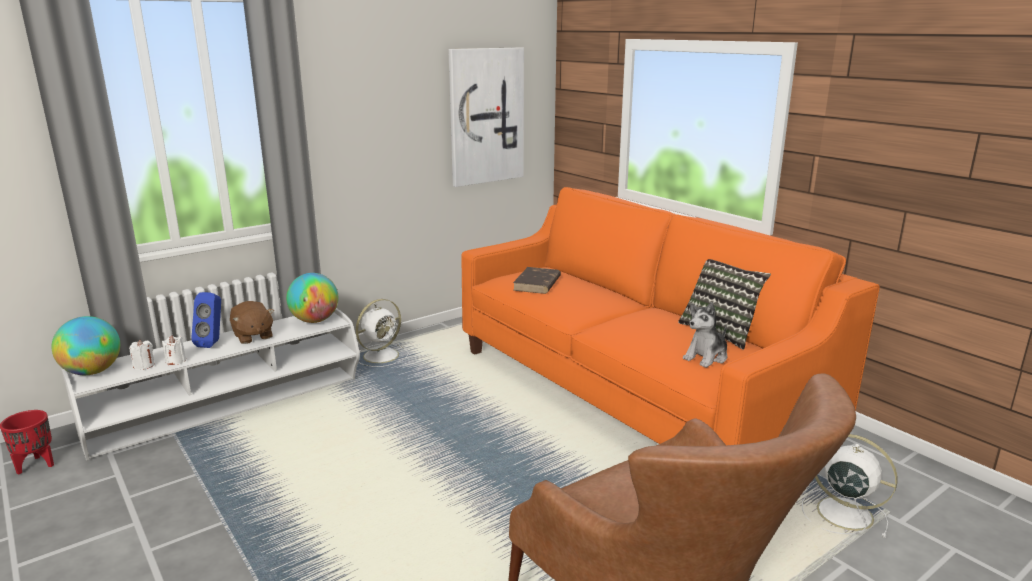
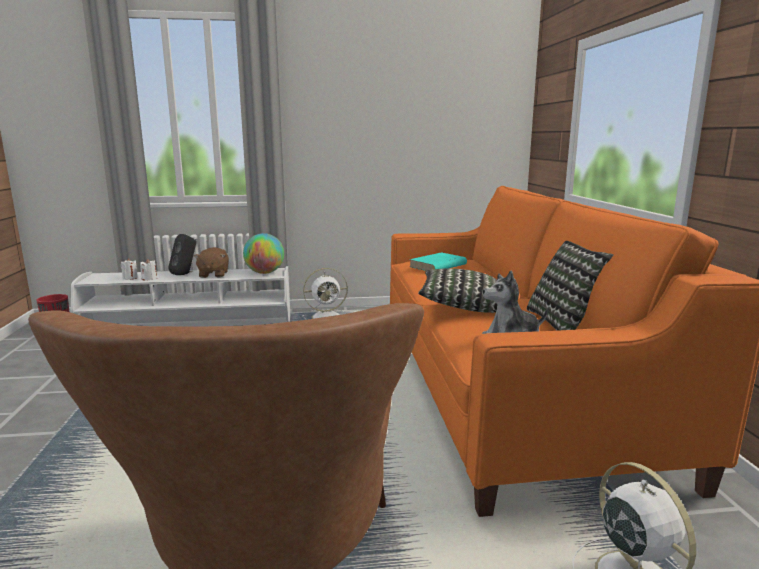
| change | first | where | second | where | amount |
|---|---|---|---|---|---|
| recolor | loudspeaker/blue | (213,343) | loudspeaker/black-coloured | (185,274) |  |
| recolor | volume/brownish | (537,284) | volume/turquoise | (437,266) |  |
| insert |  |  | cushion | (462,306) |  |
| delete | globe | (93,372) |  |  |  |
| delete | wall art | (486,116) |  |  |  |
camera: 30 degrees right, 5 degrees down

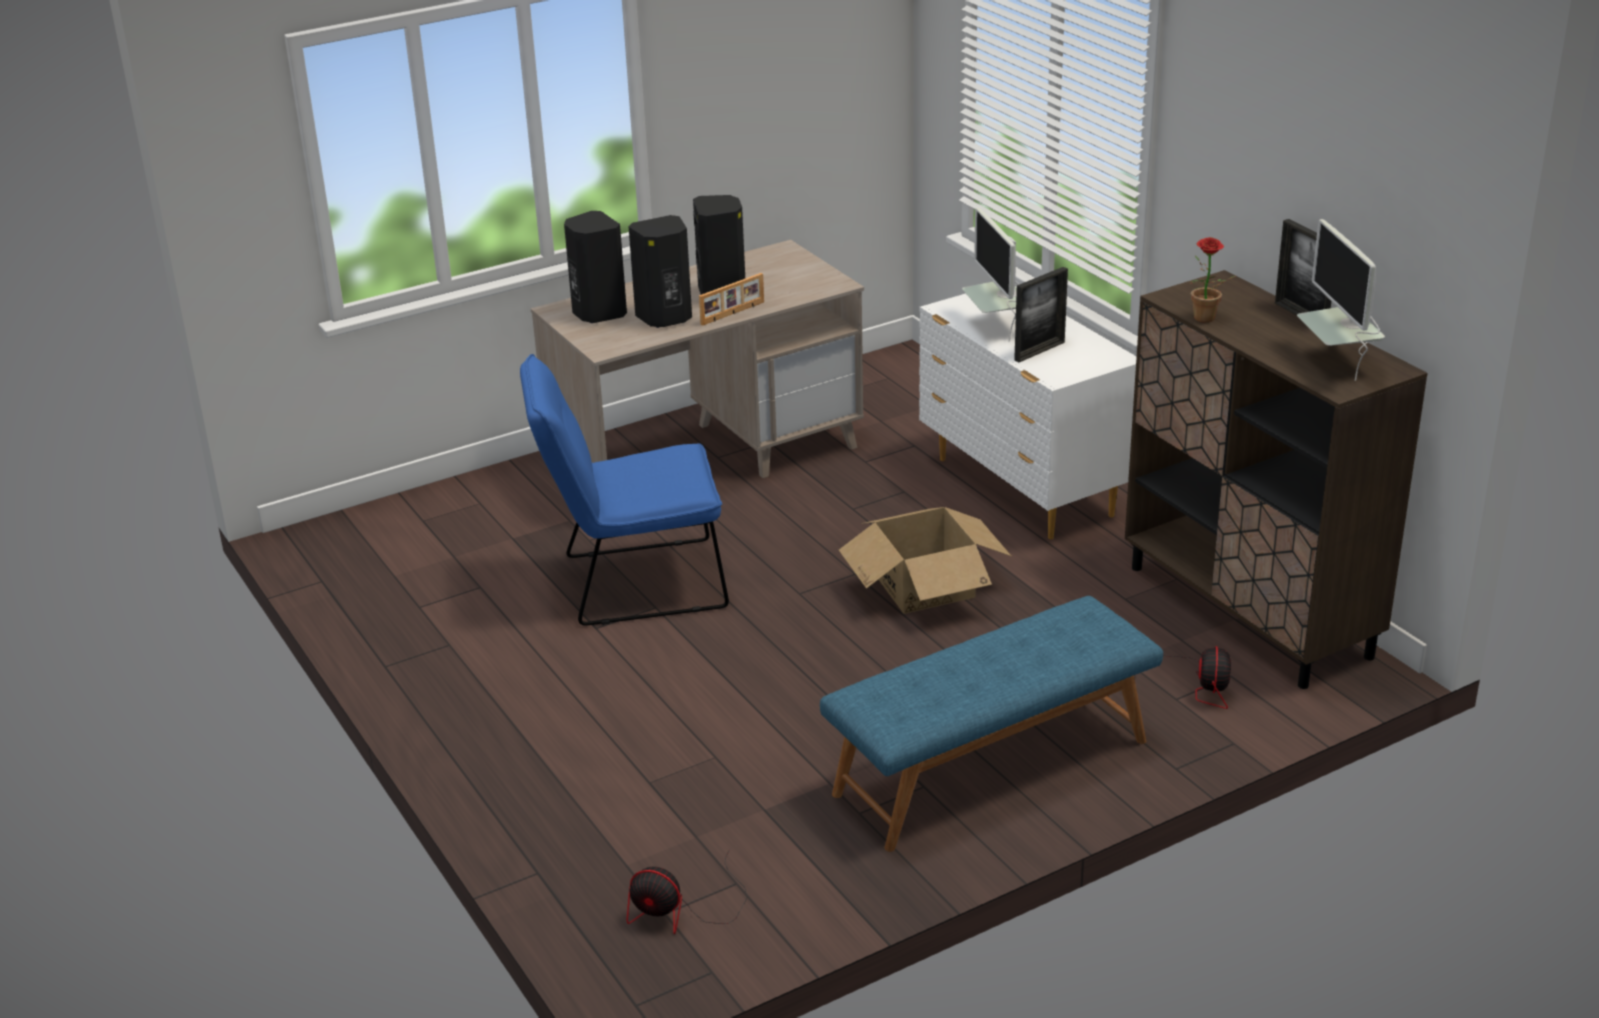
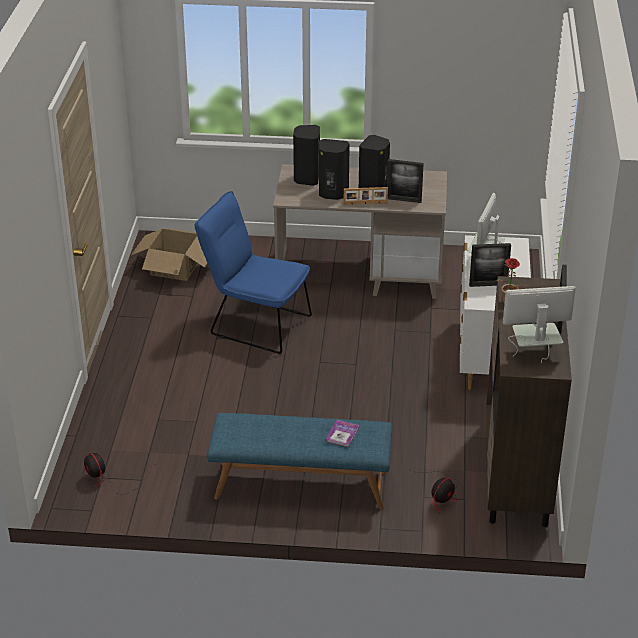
| change | first | where | second | where | amount |
|---|---|---|---|---|---|
| move | cardboard box | (924,586) |  | (175,267) |  |
| insert |  |  | volume | (342,434) |  |
| insert |  |  | picture frame | (404,200) |  |
| rotate | computer display | (1338,363) |  | (534,355) | 60 degrees clockwise |
camera: 35 degrees right, 5 degrees up

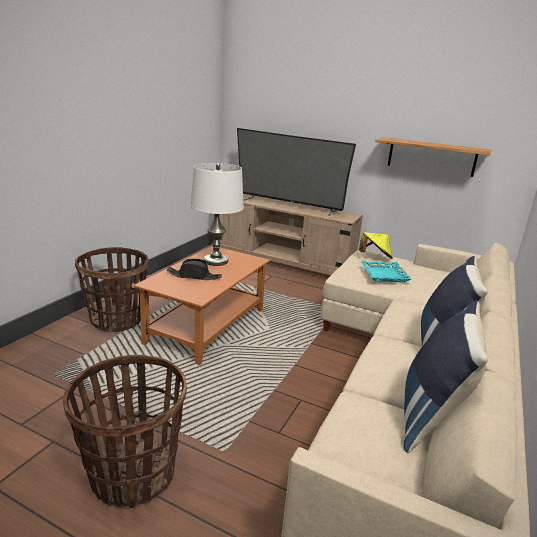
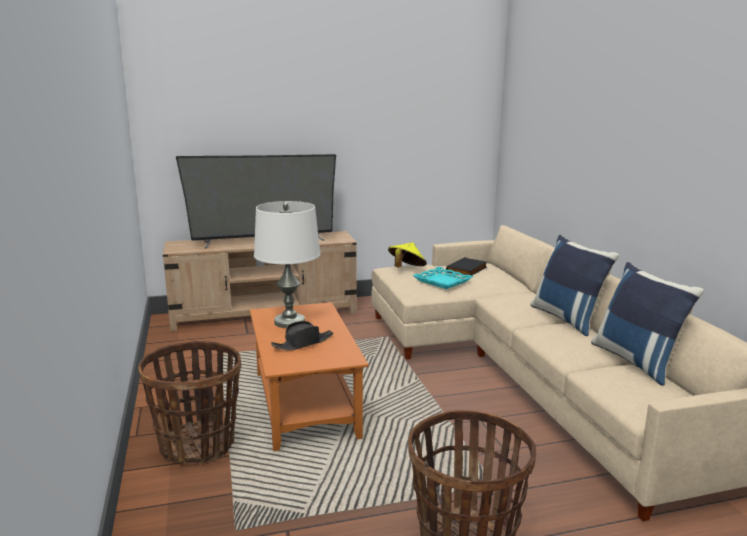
| change | first | where | second | where | amount |
|---|---|---|---|---|---|
| insert |  |  | volume/black-coloured | (467,270) |  |
| delete | bracket shelf | (431,157) |  |  |  |
camera: 40 degrees left, 5 degrees down

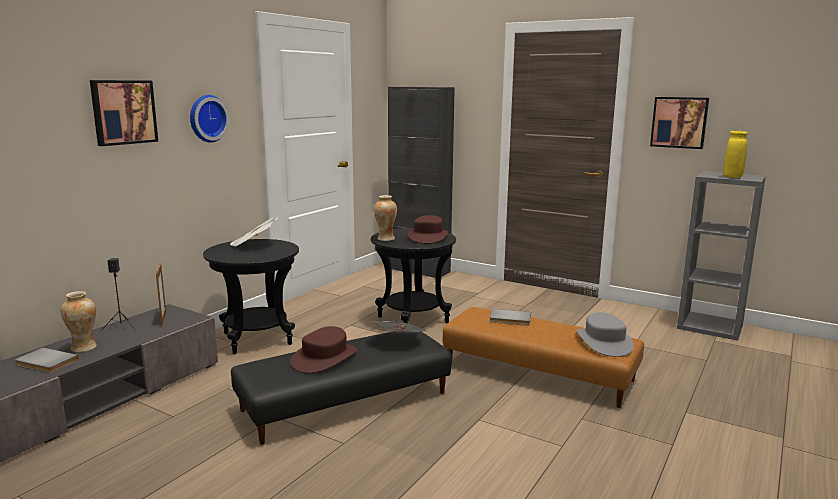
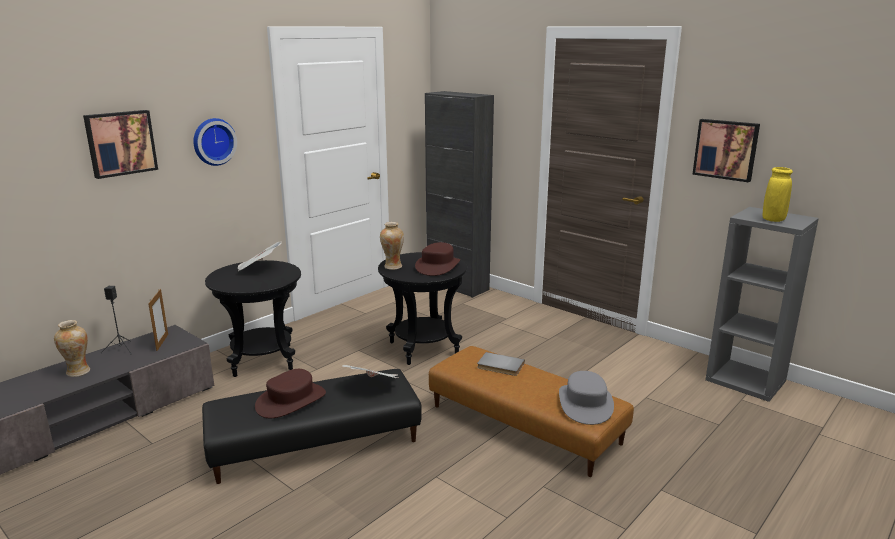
| change | first | where | second | where | amount |
|---|---|---|---|---|---|
| delete | volume/gray | (45,363) |  |  |  |
camera: 10 degrees right, 5 degrees up

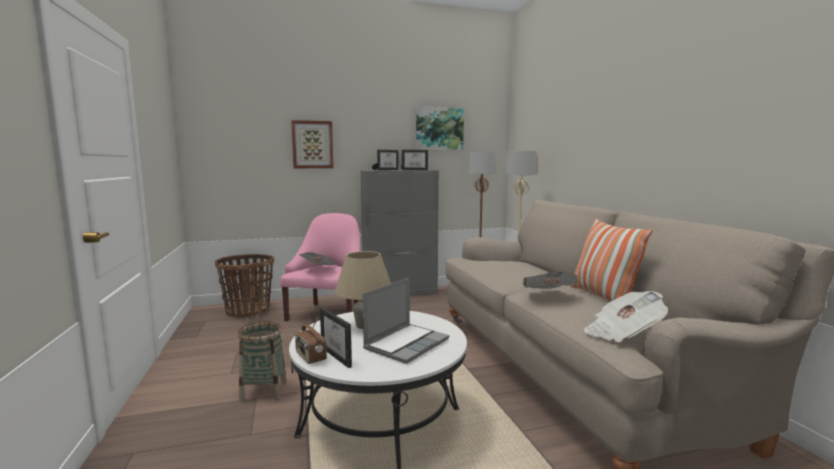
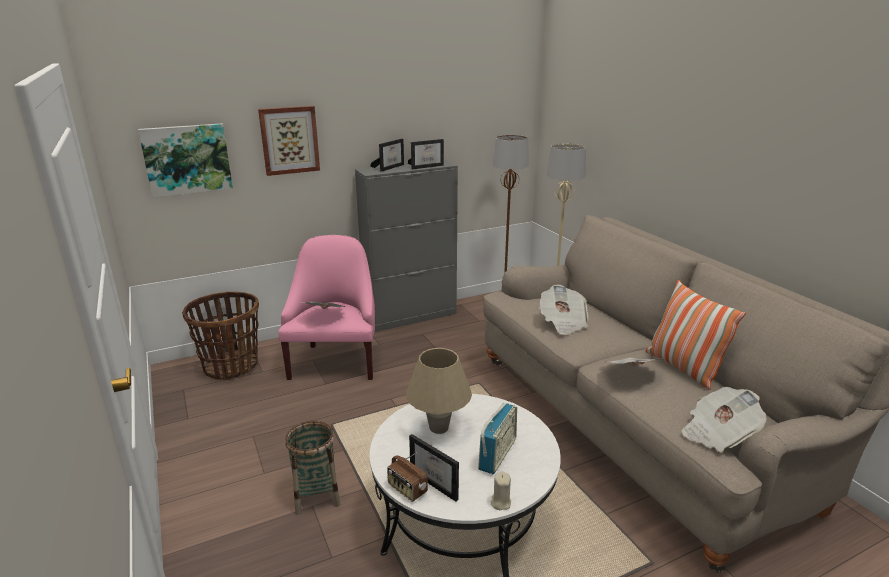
| change | first | where | second | where | amount |
|---|---|---|---|---|---|
| move | wall art | (439,129) |  | (187,159) |  |
| replace | notebook computer | (406,344) | radio set | (497,454) |  |
| insert |  |  | wax candle/beige-coloured | (500,502) |  |
| insert |  |  | printed paper | (562,322) |  |
camera: 10 degrees left, 15 degrees up

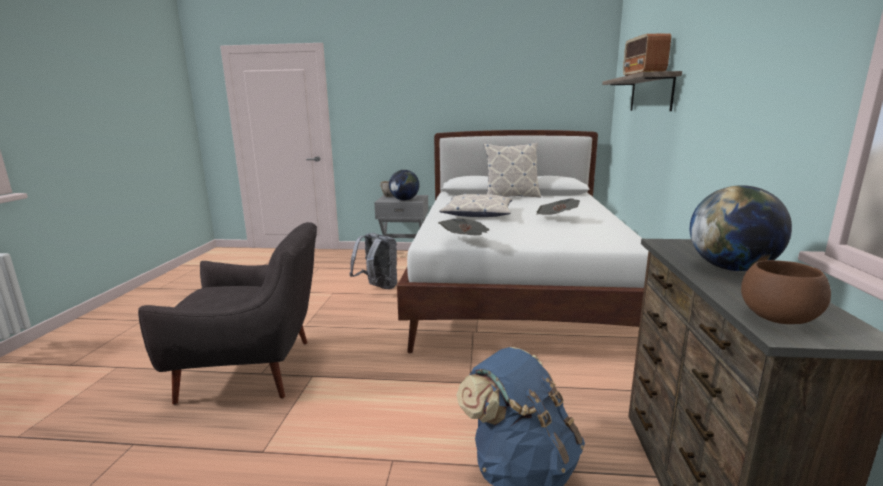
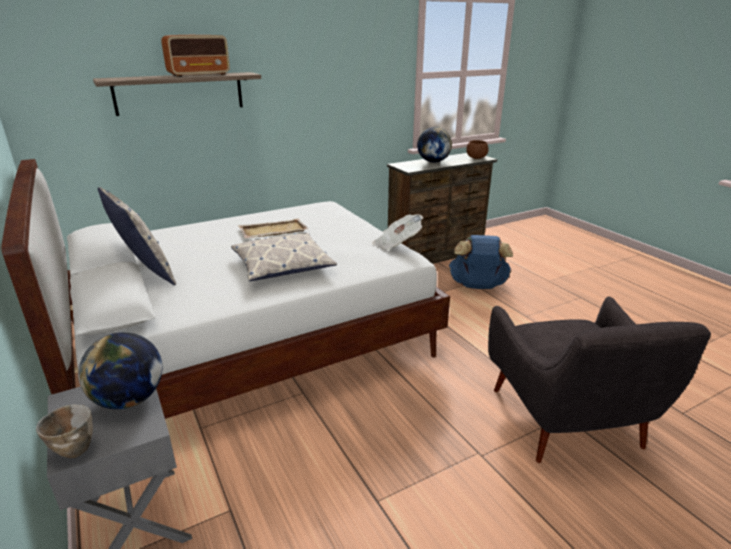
| change | first | where | second | where | amount |
|---|---|---|---|---|---|
| replace | printed paper | (556,219) | serving tray/beige-coloured | (272,230) |  |
| rotate | lounge chair/gray | (255,370) |  | (568,423) | 150 degrees counterclockwise |
| delete | backpack/gray | (377,288) |  |  |  |
camera: 125 degrees left, 10 degrees up

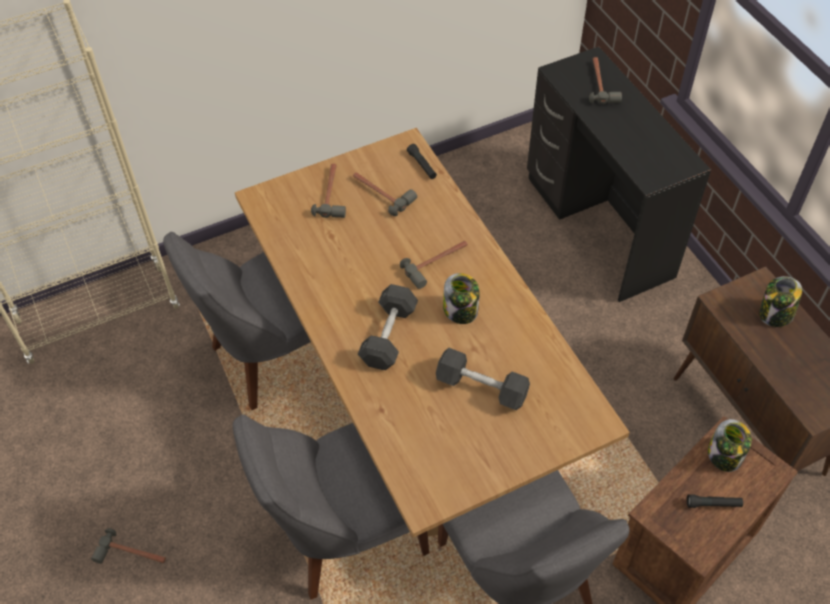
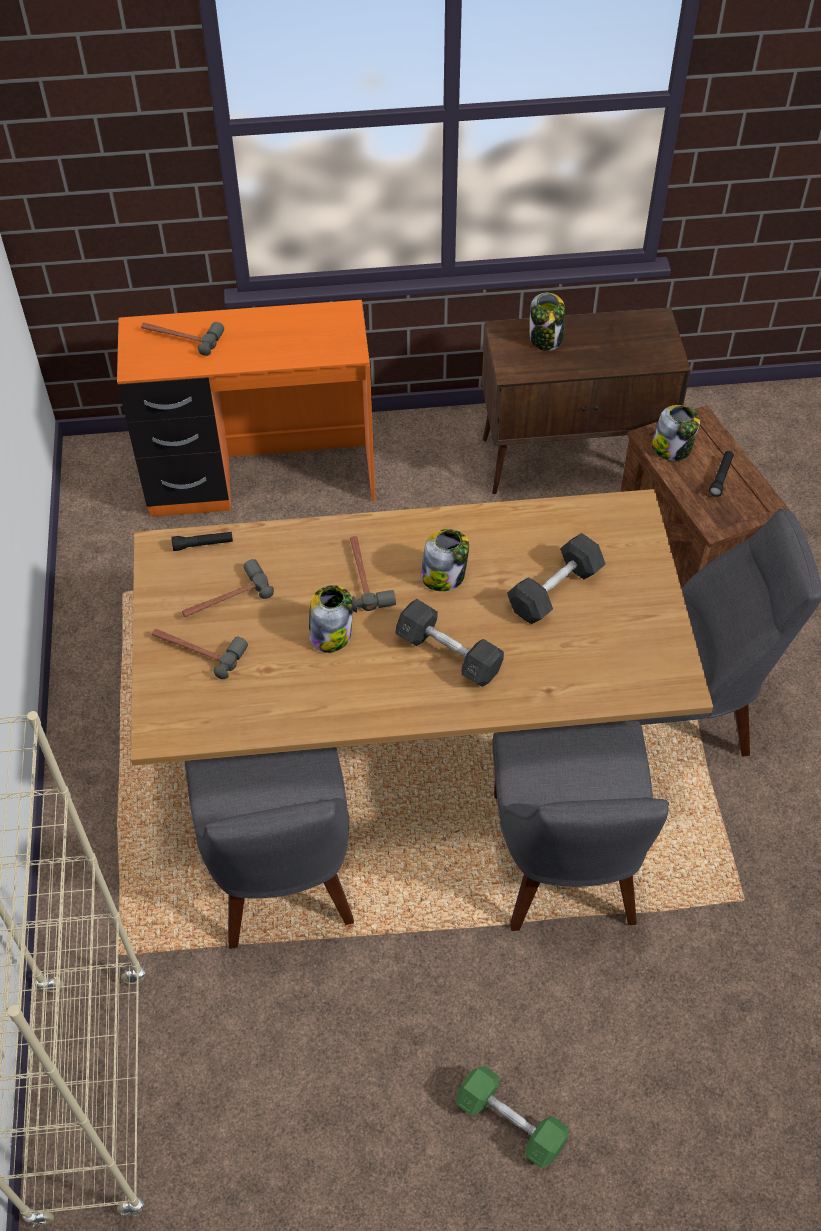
| change | first | where | second | where | amount |
|---|---|---|---|---|---|
| recolor | desk unit/black-coloured | (597,227) | desk unit/orange-coloured | (262,481) |  |
| insert |  |  | storage jar | (331,634) |  |
| replace | tool hammer | (132,555) | hand weight/green-coloured | (510,1122) |  |
camera: 70 degrees left, 0 degrees up

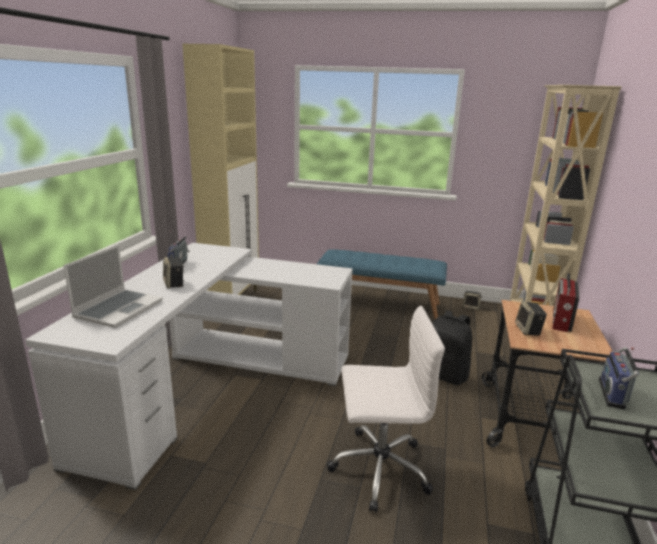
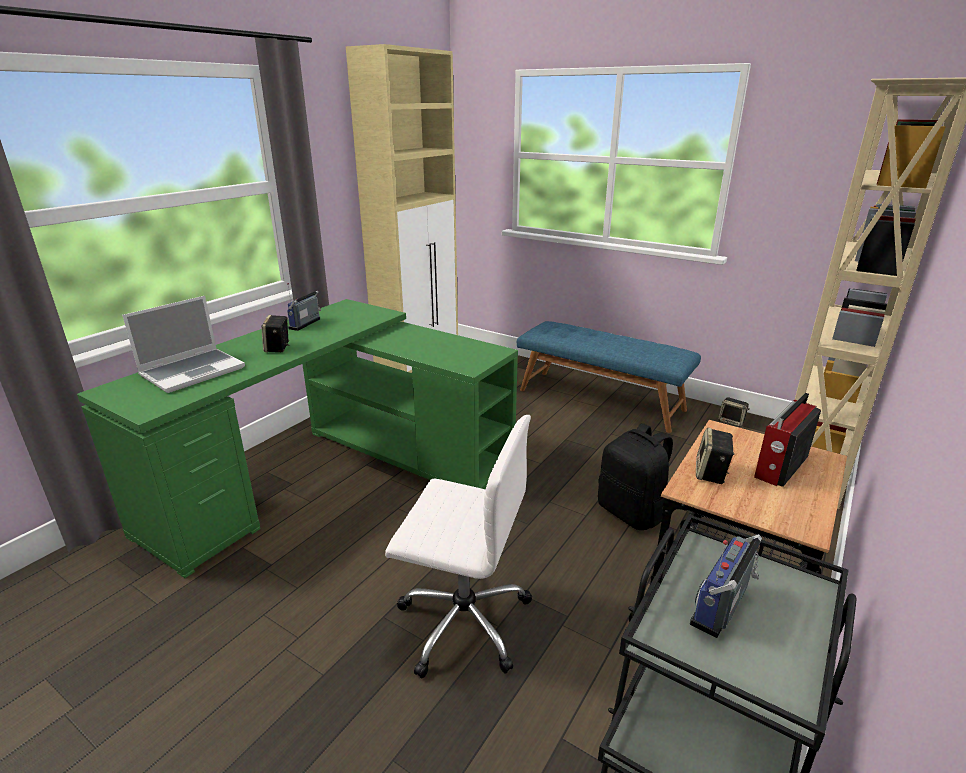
| change | first | where | second | where | amount |
|---|---|---|---|---|---|
| recolor | desk unit/whitish | (213,383) | desk unit/green-coloured | (336,471) |  |
camera: 20 degrees right, 5 degrees up

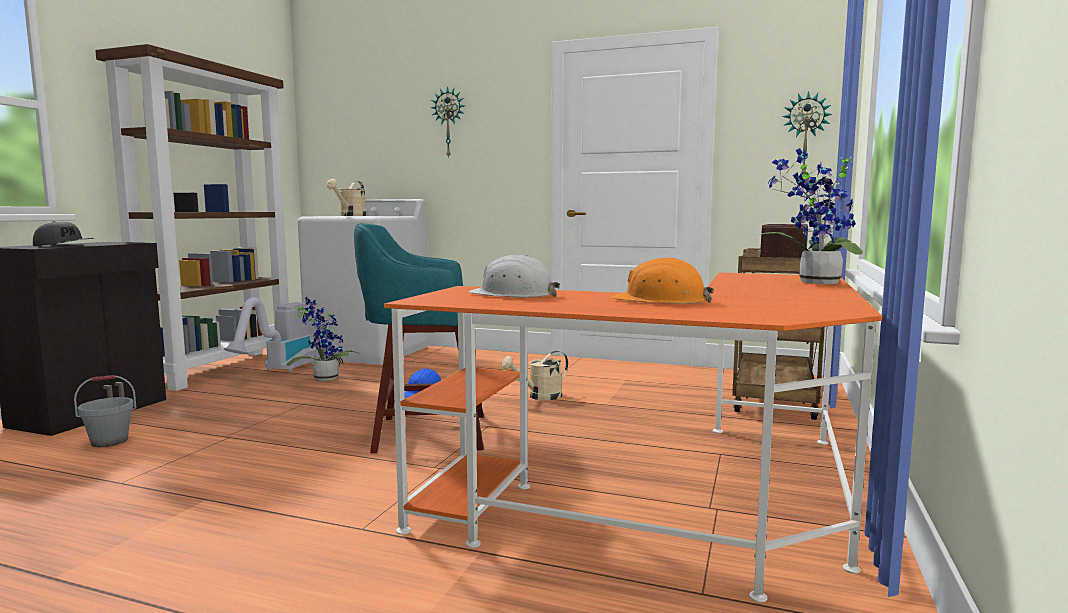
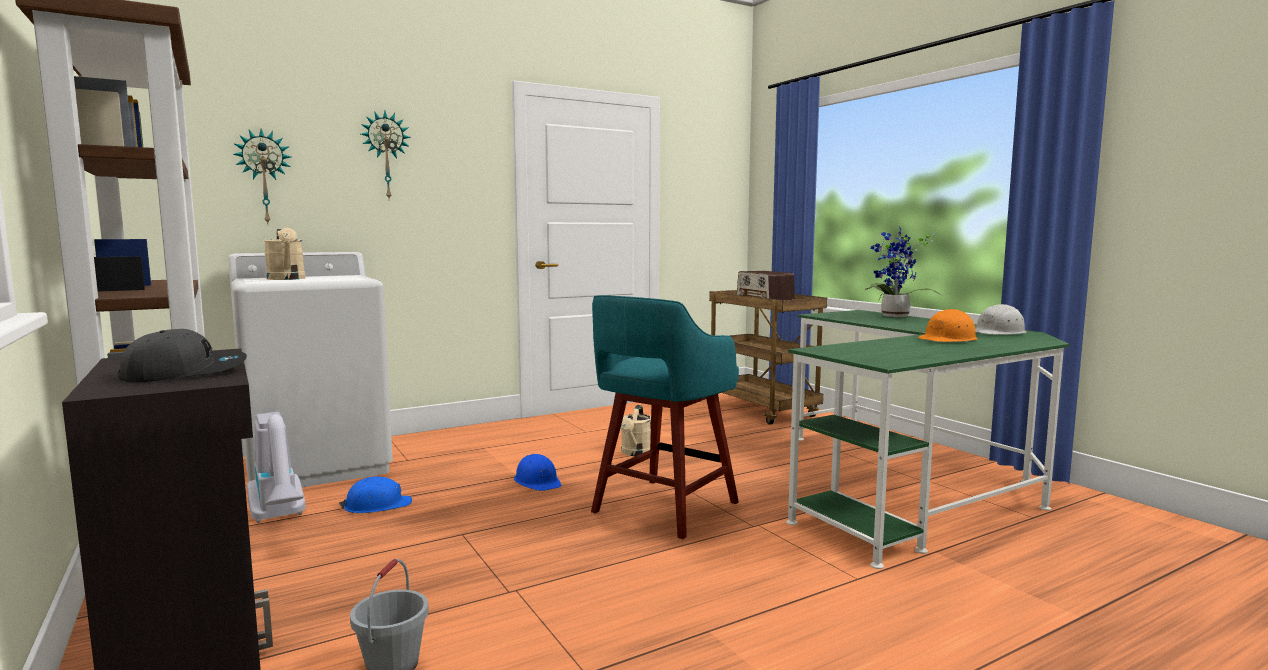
| change | first | where | second | where | amount |
|---|---|---|---|---|---|
| move | wall clock | (805,135) |  | (264,177) |  |
| replace | plant in a pot | (324,378) | safety helmet/blue | (377,505) |  |
| recolor | desk unit/orange-coloured | (682,503) | desk unit/green-coloured | (909,483) |  |
| move | safety helmet/whitish | (513,294) |  | (998,332) |  |
camera: 50 degrees left, 0 degrees up

